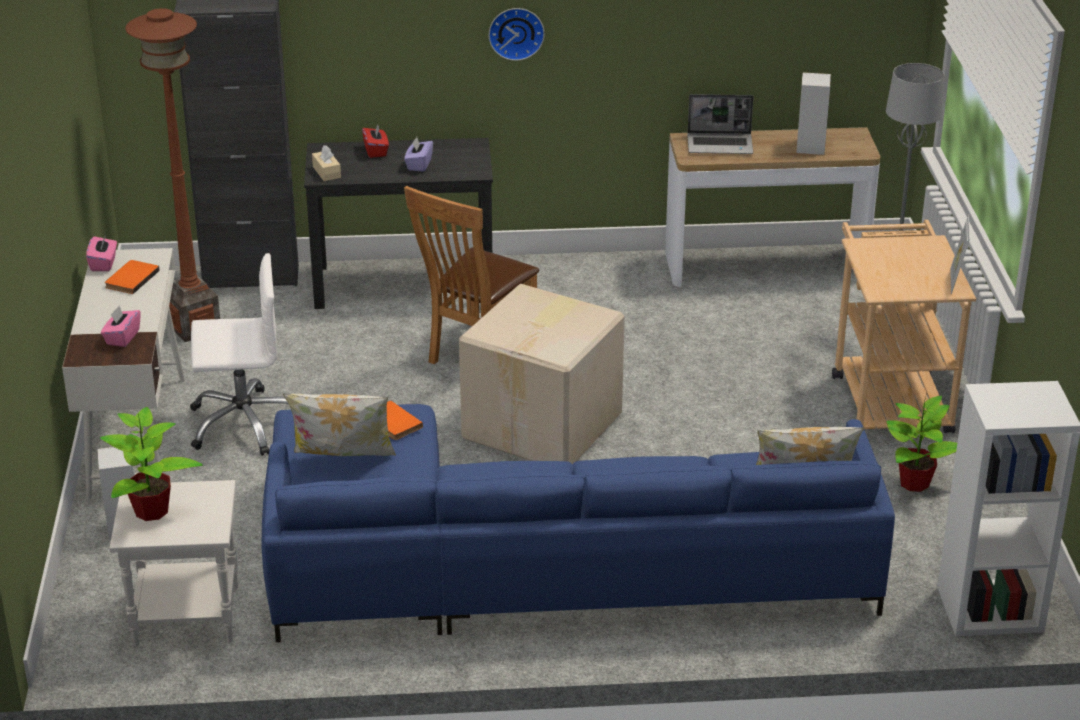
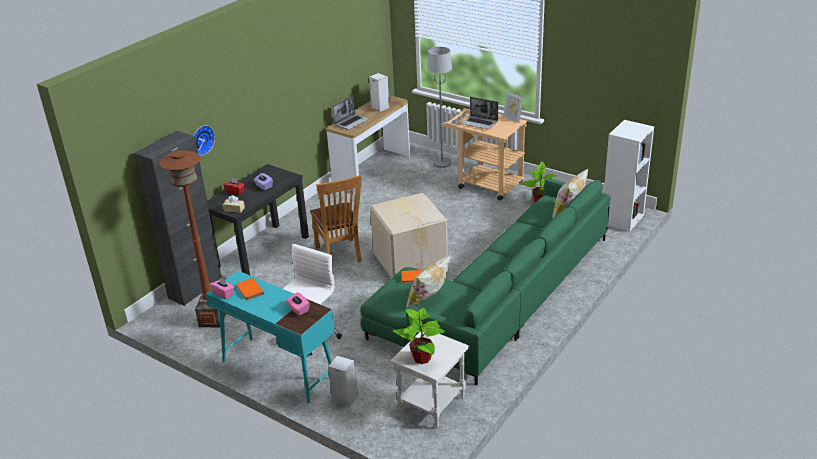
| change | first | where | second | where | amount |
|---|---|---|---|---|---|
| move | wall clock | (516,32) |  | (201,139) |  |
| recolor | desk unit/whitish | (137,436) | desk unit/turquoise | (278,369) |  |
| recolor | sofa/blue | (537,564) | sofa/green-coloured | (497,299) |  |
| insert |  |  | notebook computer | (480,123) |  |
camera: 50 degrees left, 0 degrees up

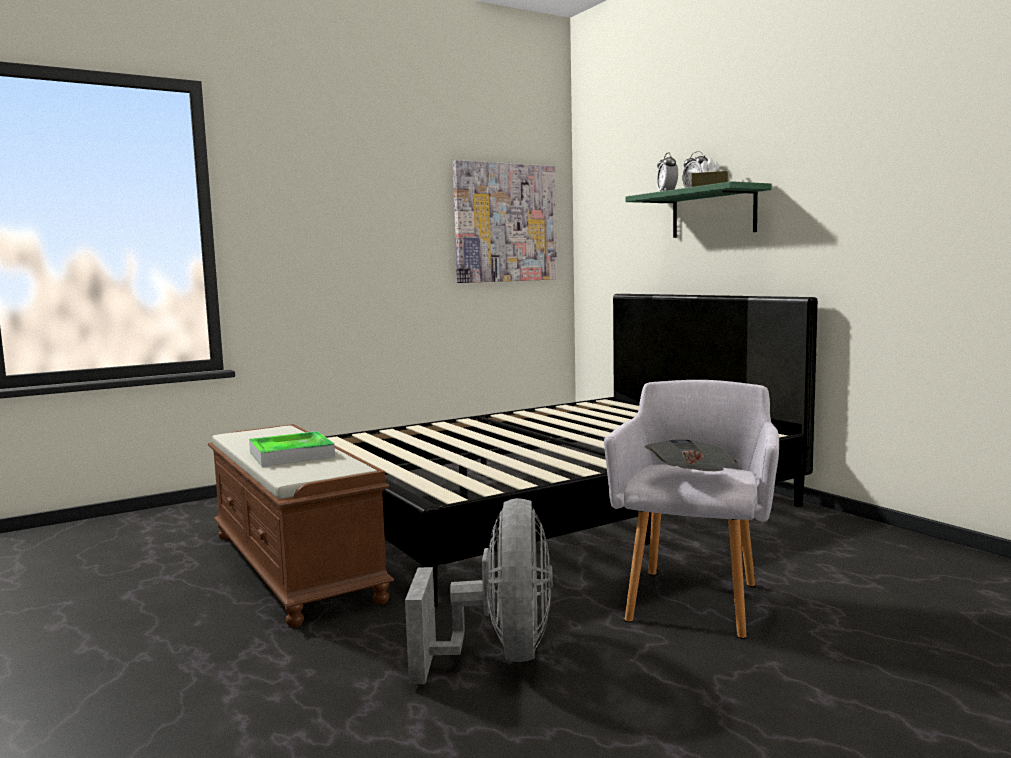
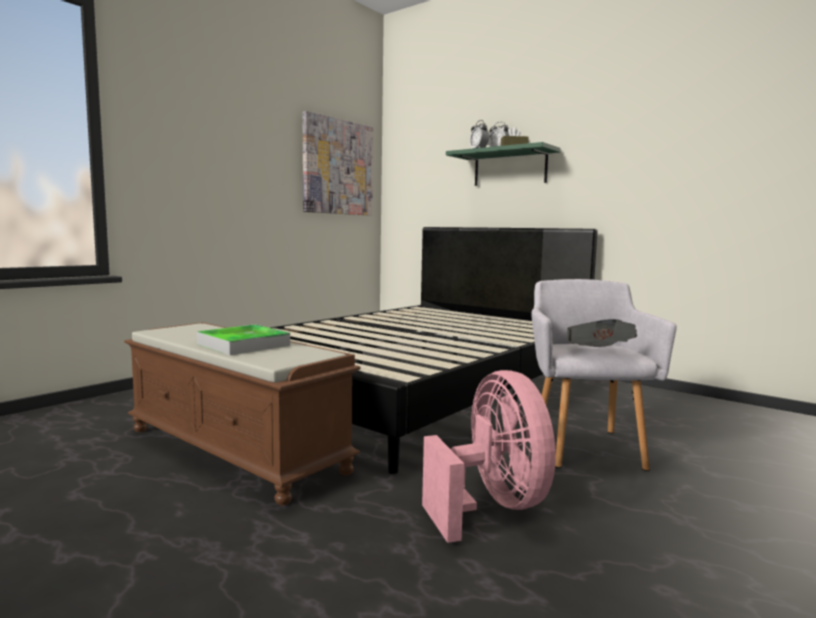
| change | first | where | second | where | amount |
|---|---|---|---|---|---|
| recolor | cooling fan/gray | (500,655) | cooling fan/pinkish | (492,506) |  |
camera: 20 degrees left, 0 degrees up

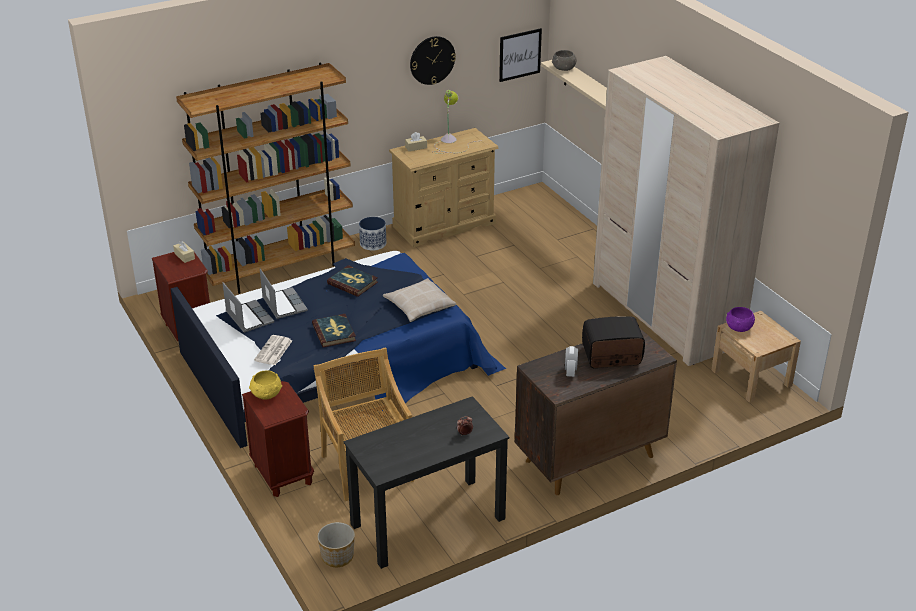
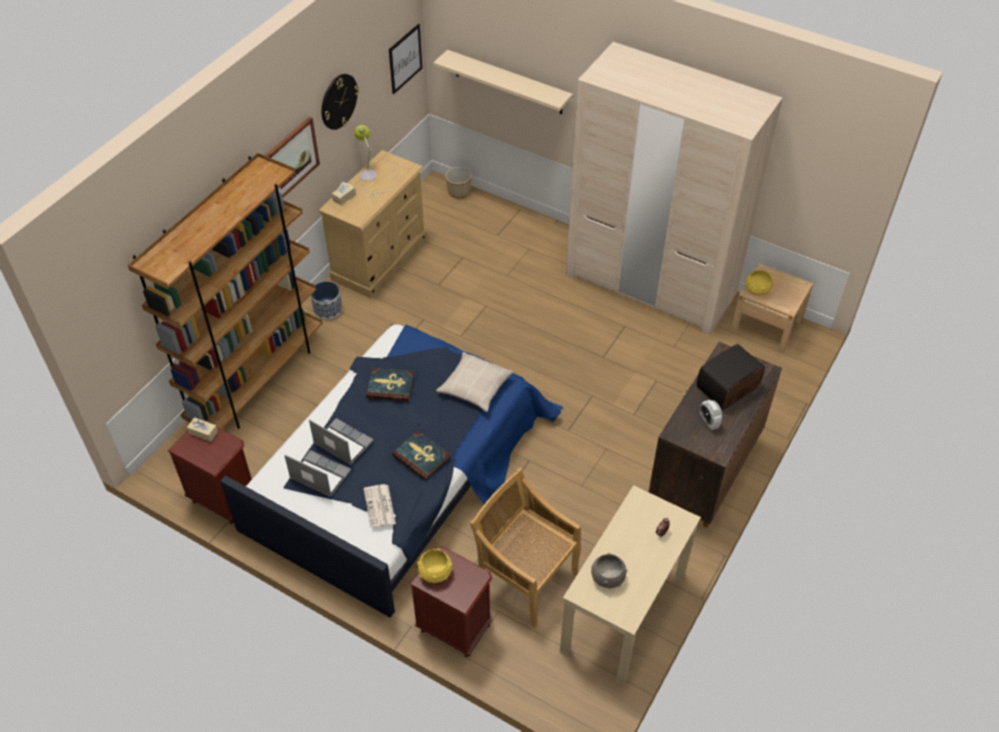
| change | first | where | second | where | amount |
|---|---|---|---|---|---|
| insert |  |  | wall art | (291,159) |  |
| move | plant pot | (338,556) |  | (459,191) |  |
| recolor | desk unit/black-coloured | (427,522) | desk unit/beige-coloured | (623,613) |  |
| move | bowl/gray | (563,68) |  | (607,577) |  |
| recolor | bowl/purplish | (738,328) | bowl/yellow-coloured | (757,290) |  |
camera: 30 degrees left, 15 degrees up

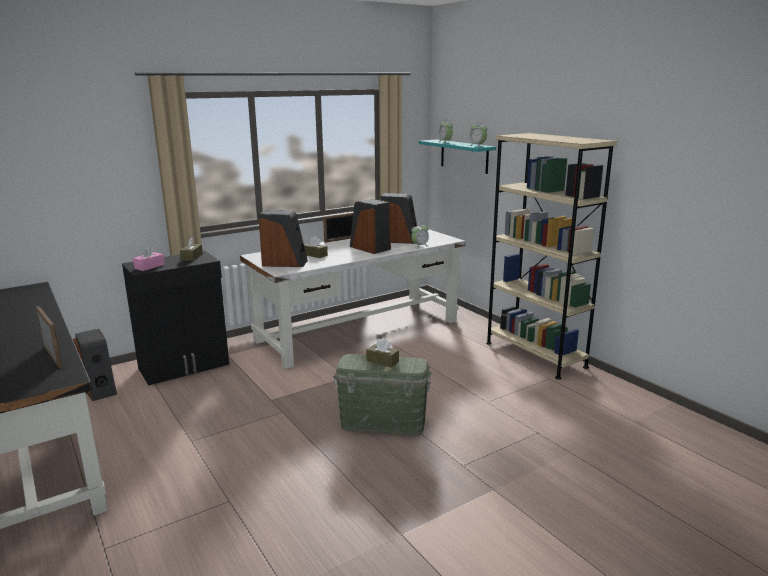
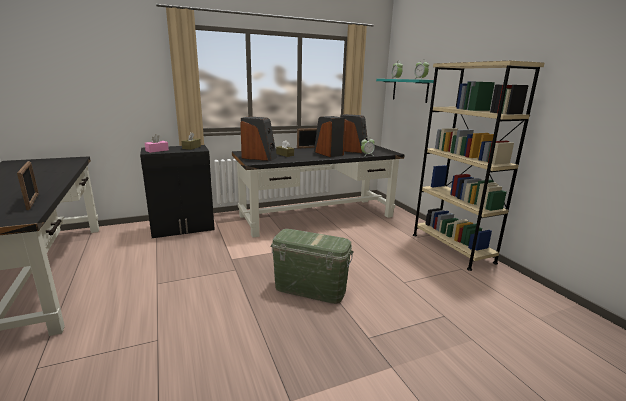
| change | first | where | second | where | amount |
|---|---|---|---|---|---|
| recolor | desk unit/whitish | (359,330) | desk unit/black-coloured | (317,216) |  |
| delete | loudspeaker | (100,388) |  |  |  |
| delete | box of tissues/brownish | (382,361) |  |  |  |
camera: 10 degrees right, 0 degrees up

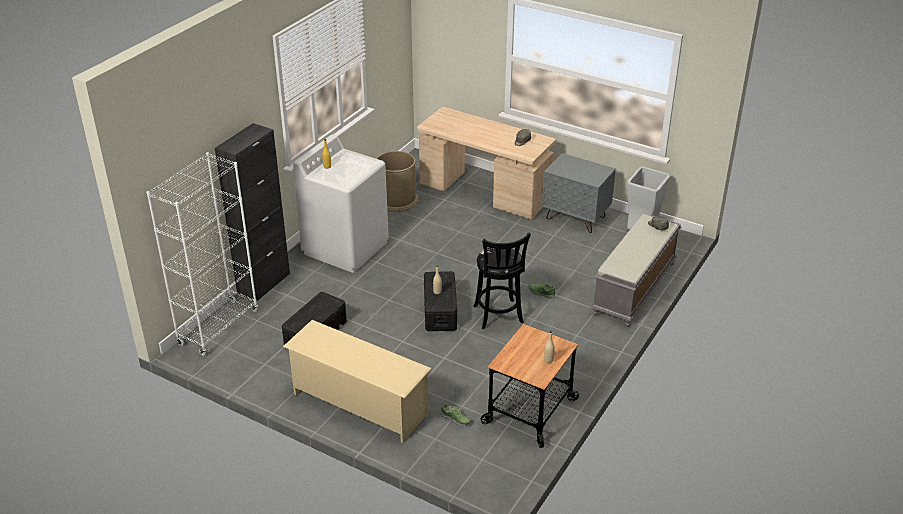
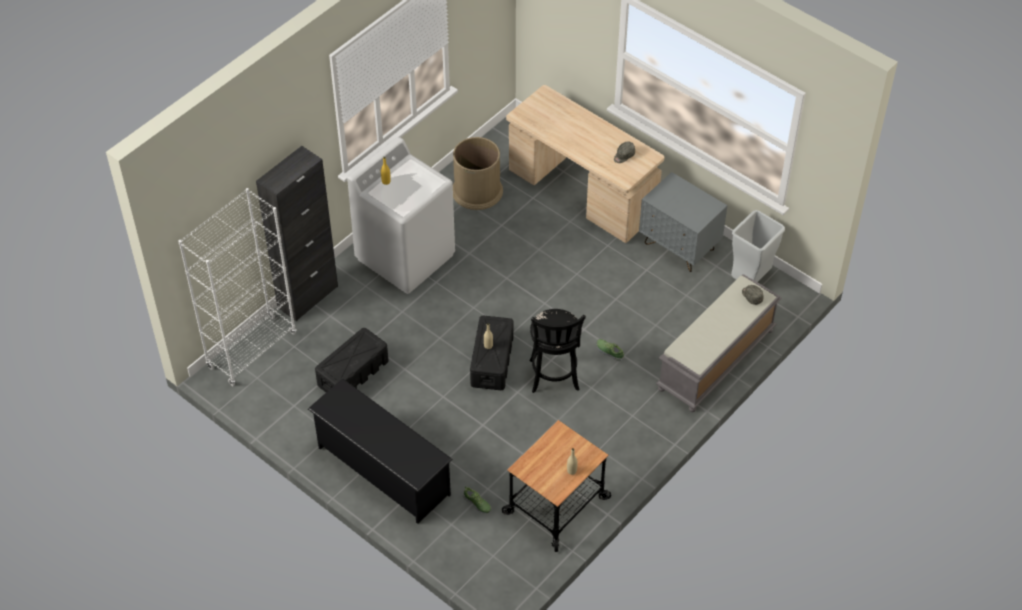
| change | first | where | second | where | amount |
|---|---|---|---|---|---|
| recolor | shoe rack/beige-coloured | (359,404) | shoe rack/black-coloured | (383,471) |  |
camera: 10 degrees right, 15 degrees up

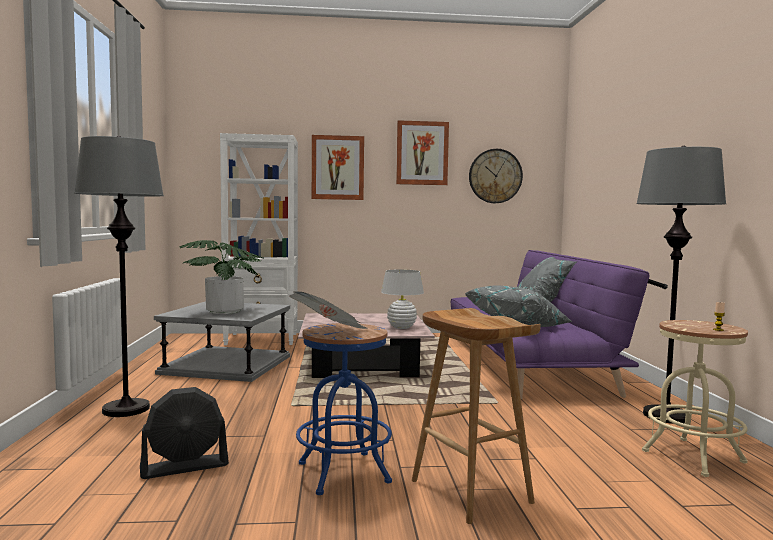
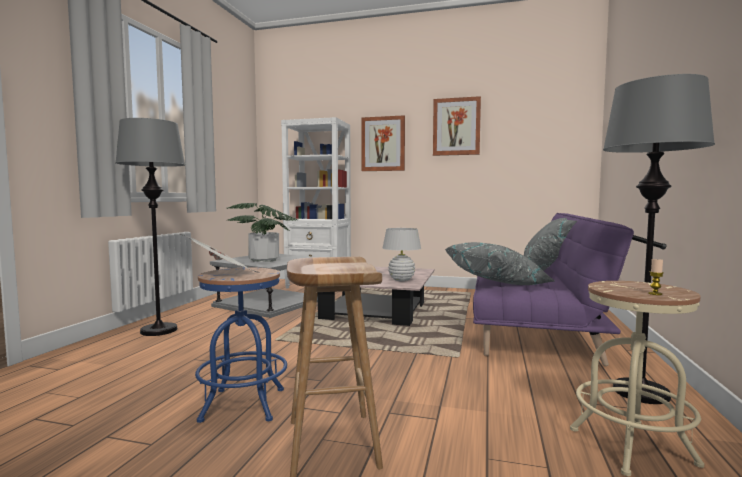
| change | first | where | second | where | amount |
|---|---|---|---|---|---|
| delete | cooling fan/black-coloured | (185,467) |  |  |  |
| delete | wall clock | (495,176) |  |  |  |
camera: 20 degrees right, 0 degrees up

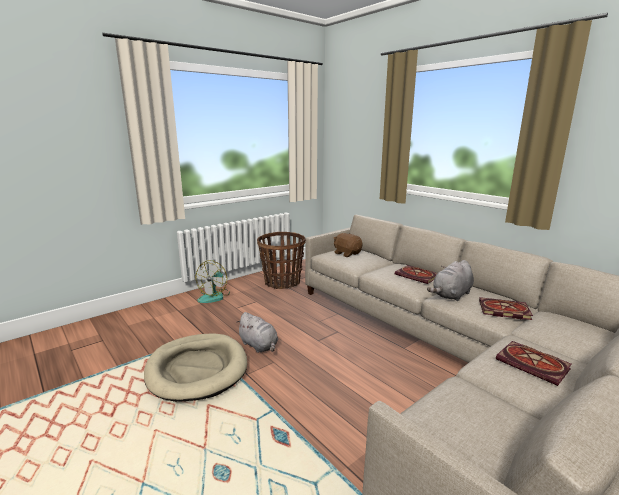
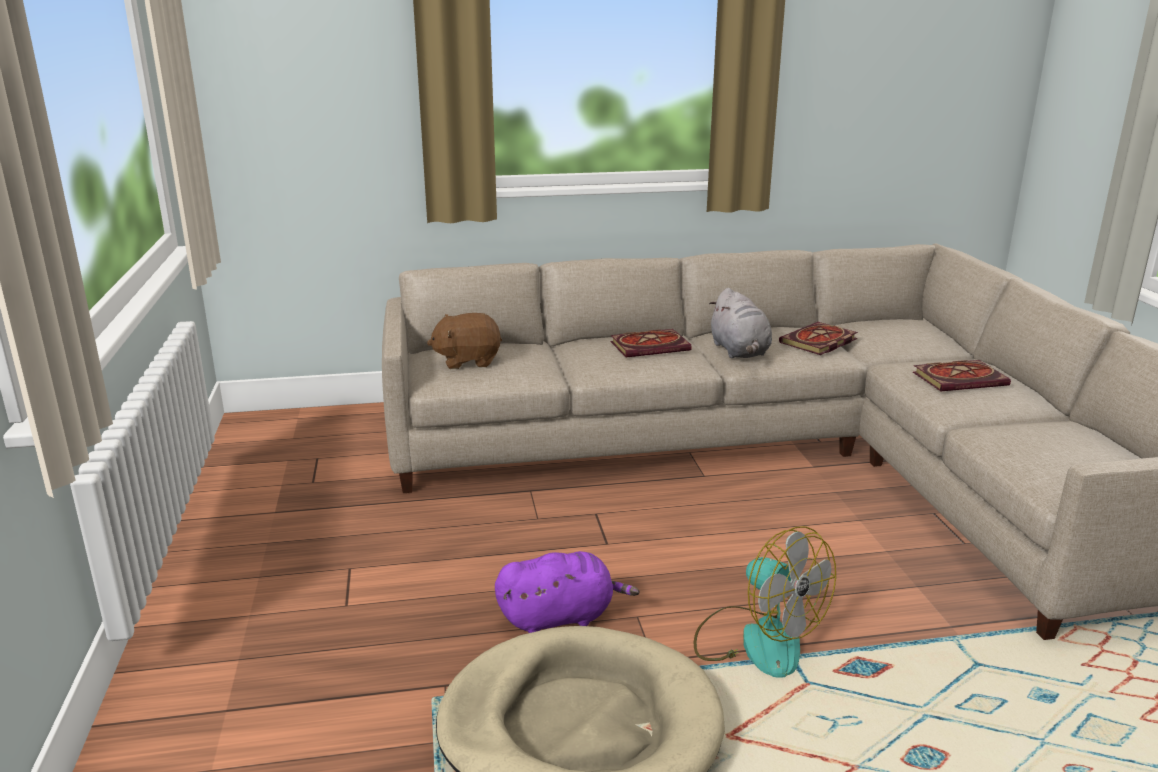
| change | first | where | second | where | amount |
|---|---|---|---|---|---|
| recolor | cuddly toy/gray | (259,346) | cuddly toy/purplish | (560,617) |  |
| move | cooling fan | (214,296) |  | (757,640) |  |
| delete | storage basket | (282,282) |  |  |  |
camera: 60 degrees left, 5 degrees up

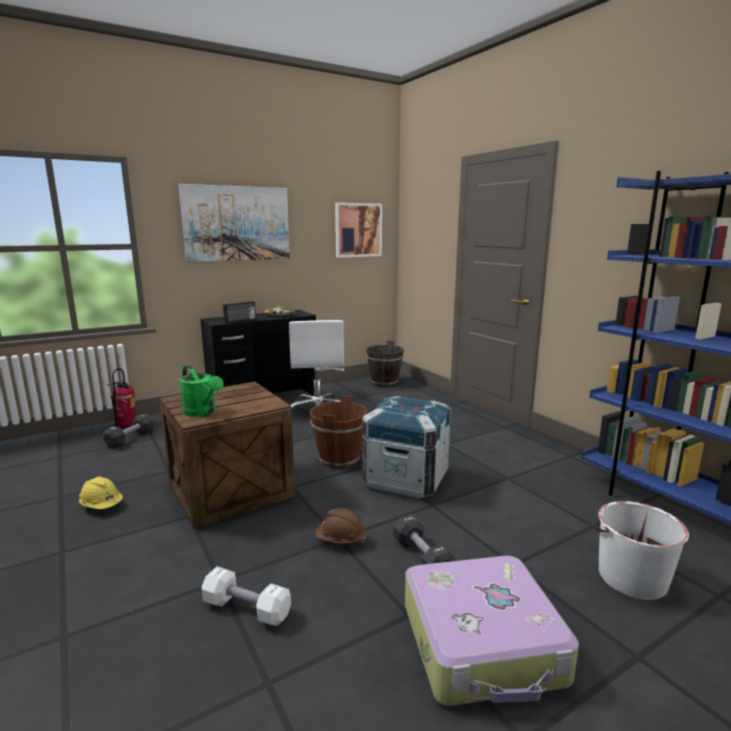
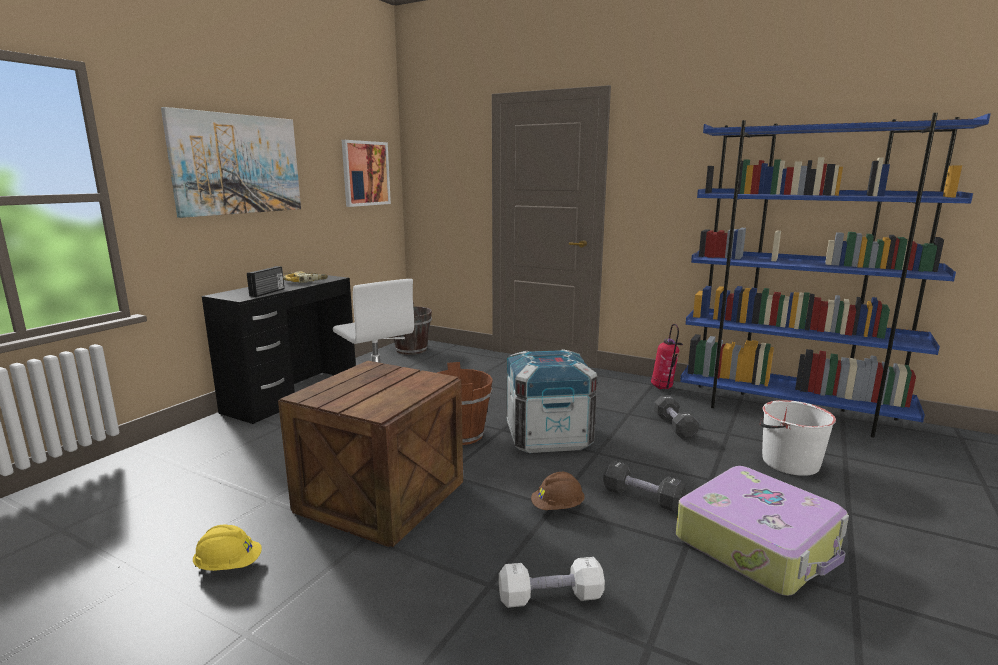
| change | first | where | second | where | amount |
|---|---|---|---|---|---|
| move | extinguisher | (126,426) |  | (663,388) |  |
| move | hand weight/black-coloured | (130,438) |  | (674,426) |  |
| delete | watering pot/green-coloured | (203,412) |  |  |  |
camera: 30 degrees left, 0 degrees up

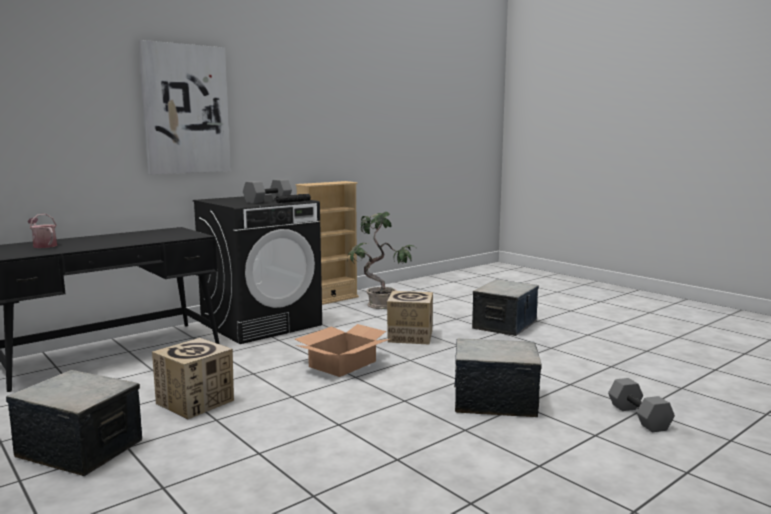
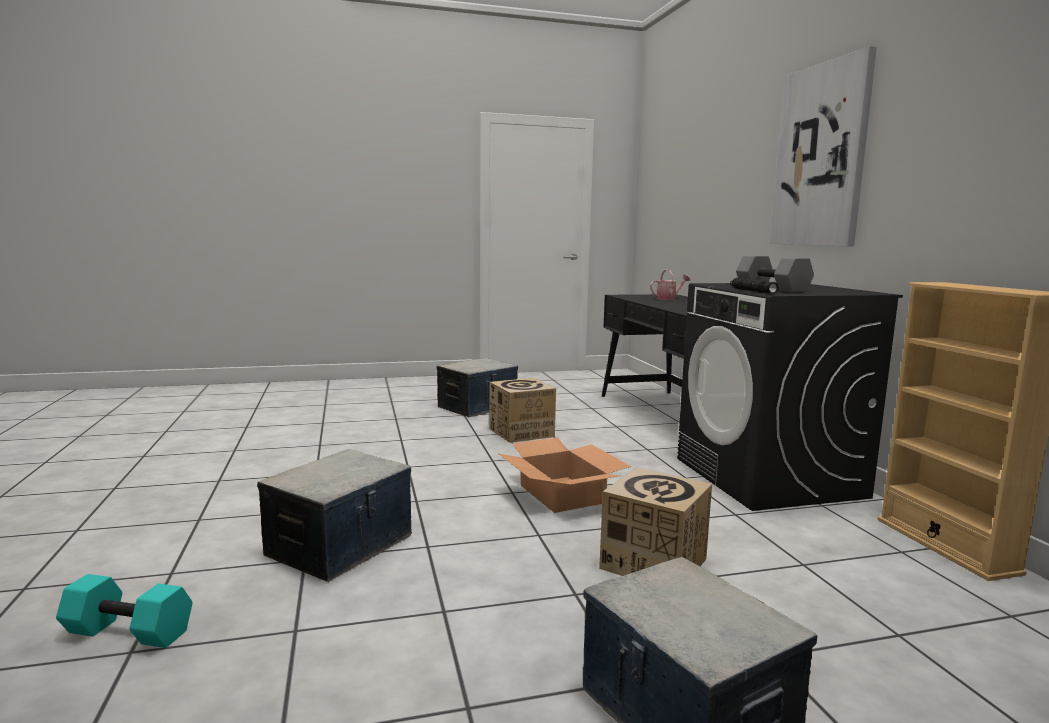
| change | first | where | second | where | amount |
|---|---|---|---|---|---|
| recolor | hand weight/gray | (640,417) | hand weight/turquoise | (125,633) |  |
| delete | plant in a pot | (380,305) |  |  |  |
camera: 115 degrees right, 0 degrees up

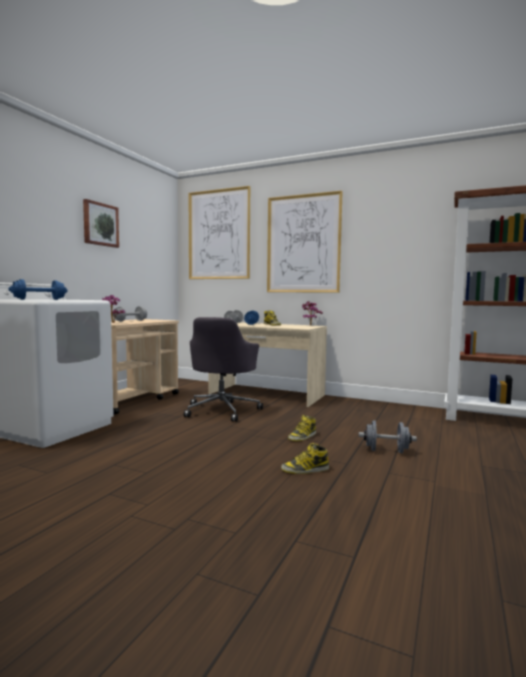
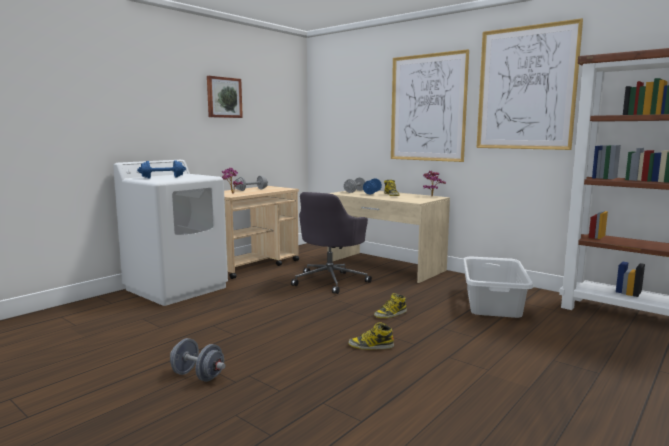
| change | first | where | second | where | amount |
|---|---|---|---|---|---|
| move | hand weight/gray | (386,451) |  | (198,376) |  |
| insert |  |  | laundry basket/gray | (493,303) |  |
| move | wall art | (219,234) |  | (526,88) |  |
camera: 15 degrees right, 5 degrees up

